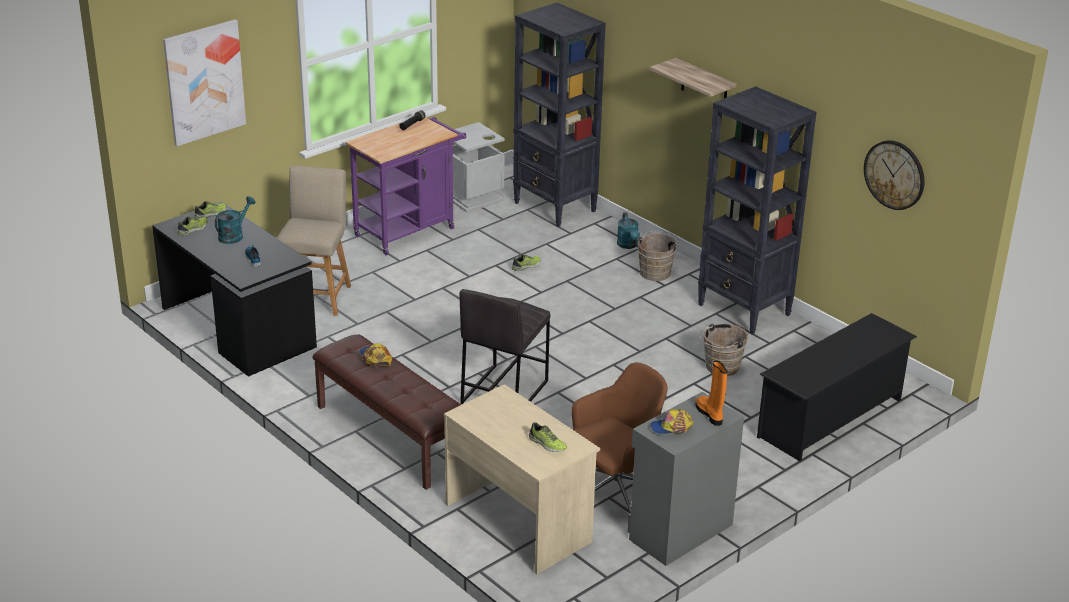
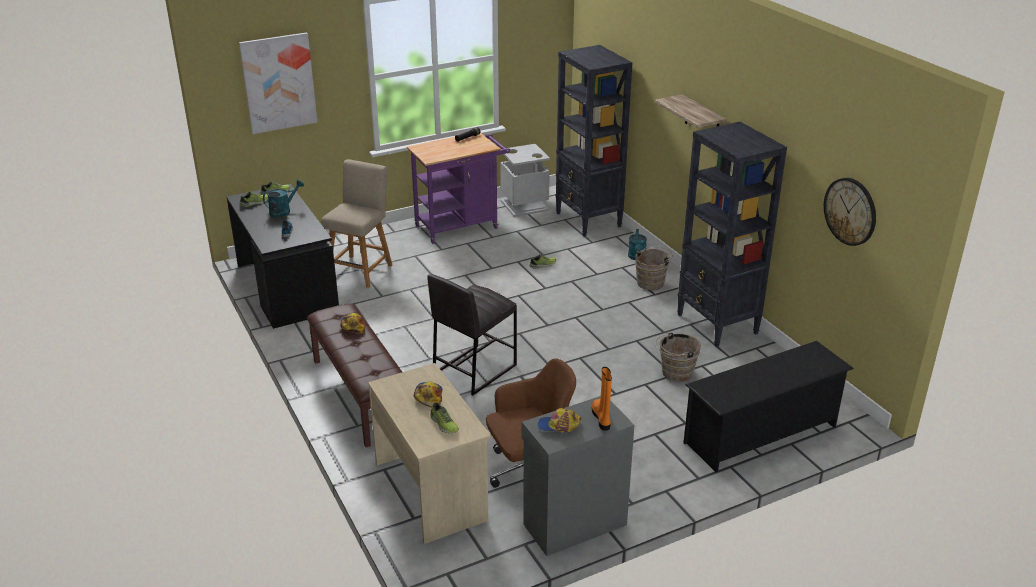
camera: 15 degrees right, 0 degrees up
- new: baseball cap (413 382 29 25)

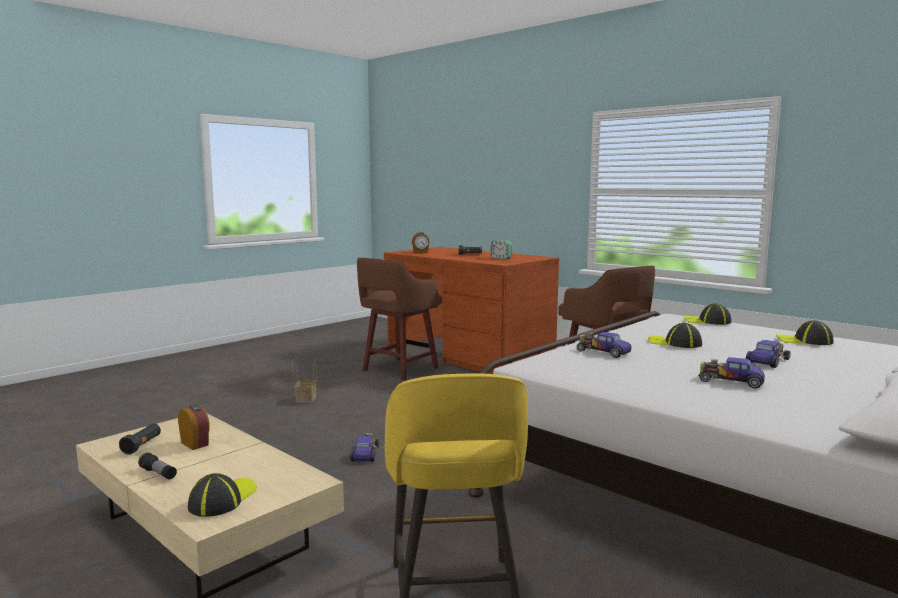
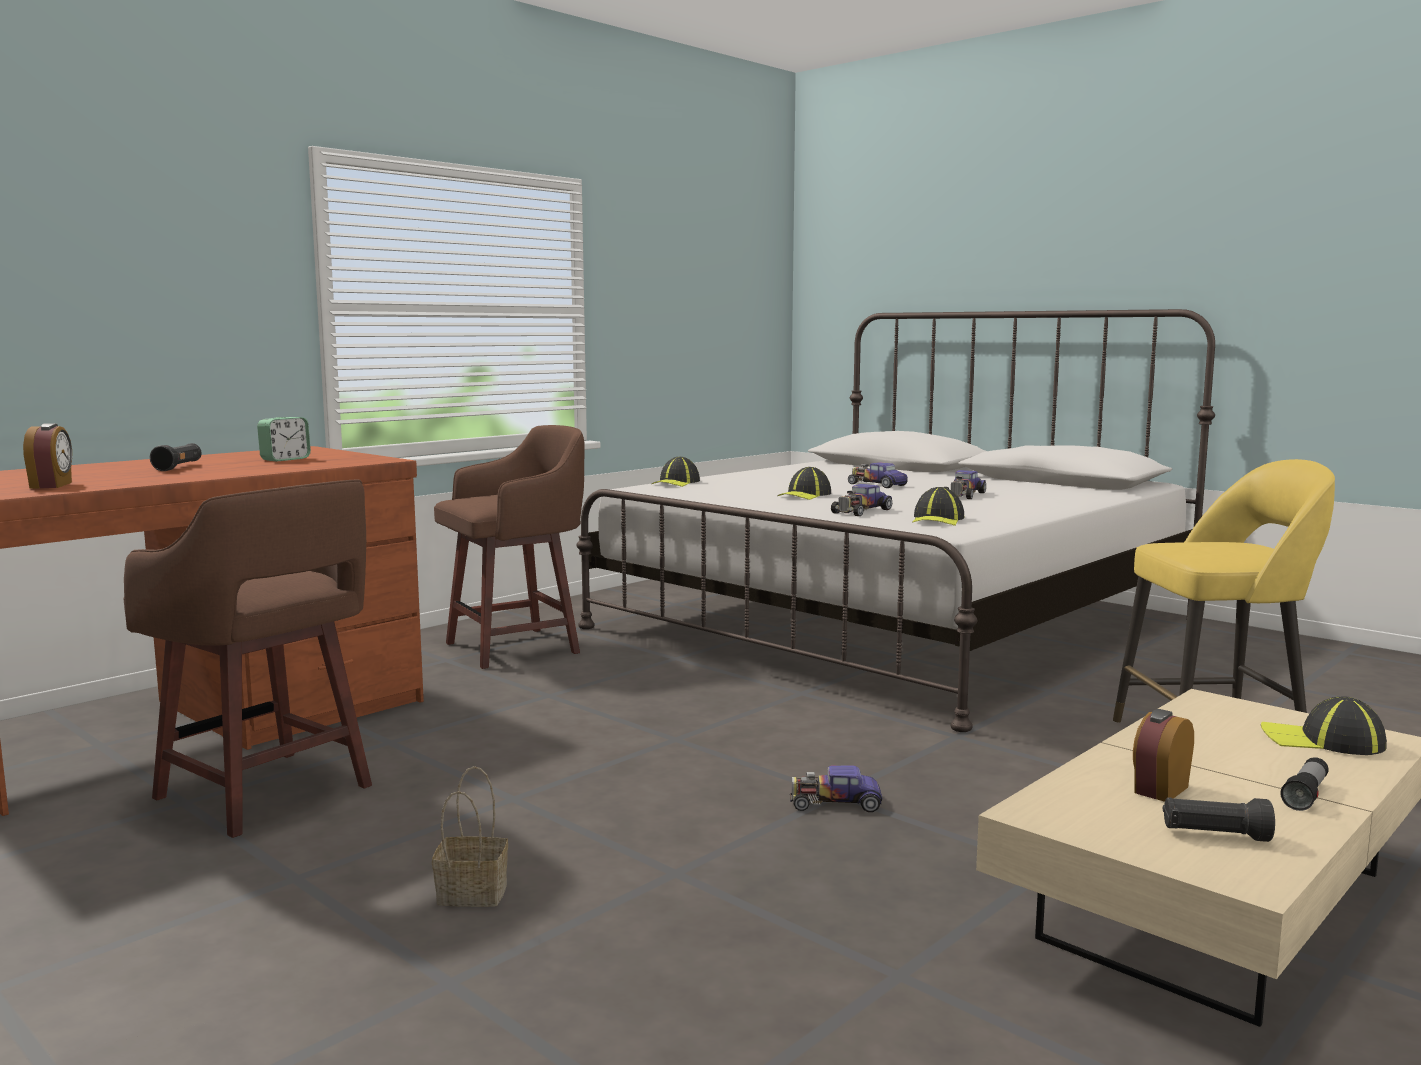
camera: 90 degrees left, 0 degrees up
- shifted: baseball cap (776 320 58 25) to (912 487 52 39)

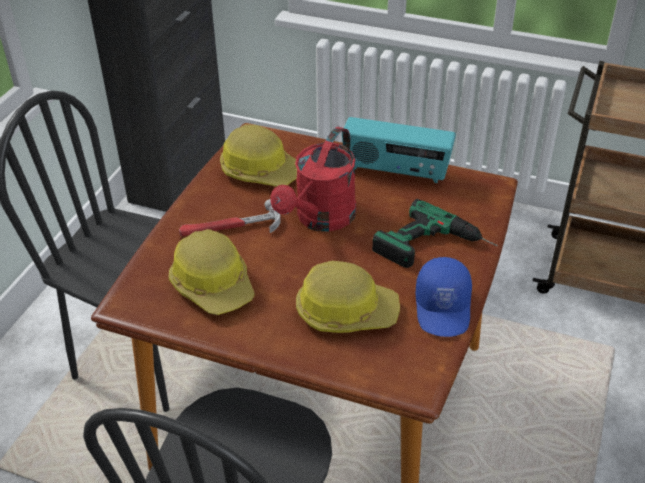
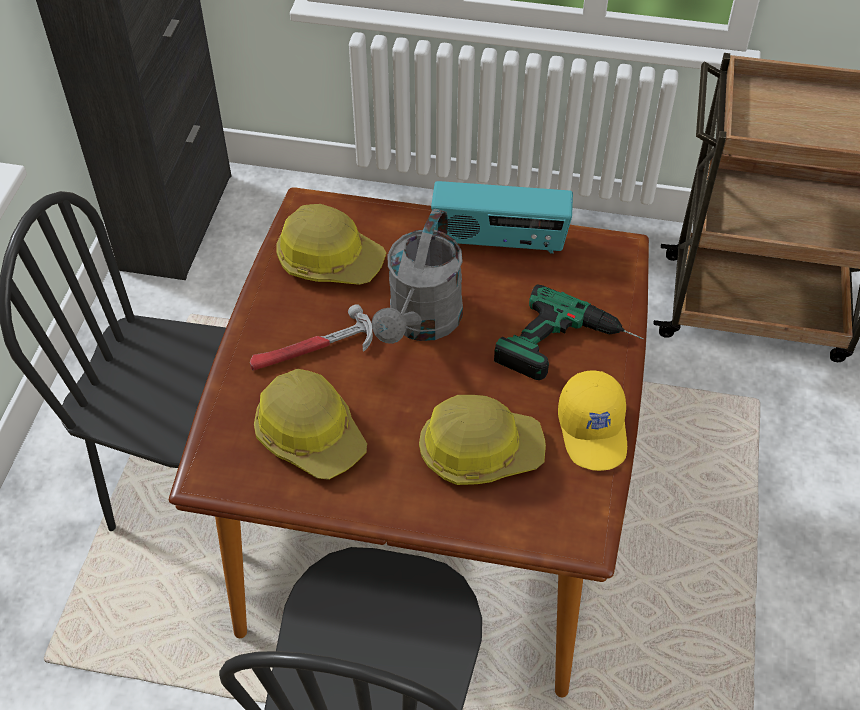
camera: 10 degrees left, 10 degrees up
- repainted: watering pot (red) (270 127 86 105) to watering pot (grey) (372 209 91 135)
- repainted: baseball cap (blue) (416 257 56 80) to baseball cap (yellowish) (558 370 69 101)

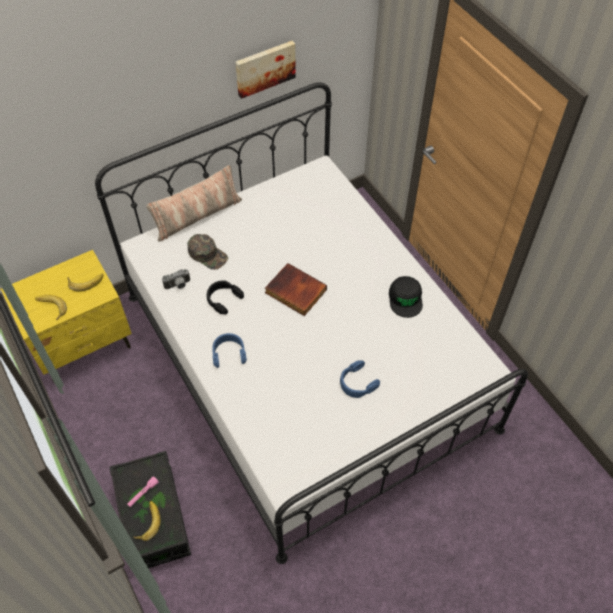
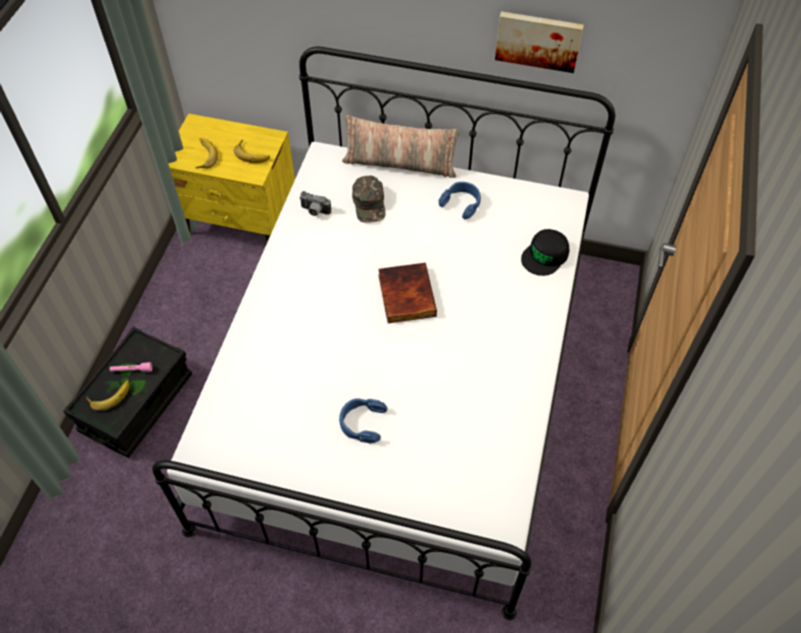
camera: 45 degrees right, 0 degrees up
- shifted: baseball cap (blackish) (389 276 34 42) to (521 229 49 47)
- gone: headphones (blackish) (207 280 37 34)
- shifted: headphones (blue) (212 333 35 35) to (438 182 43 37)

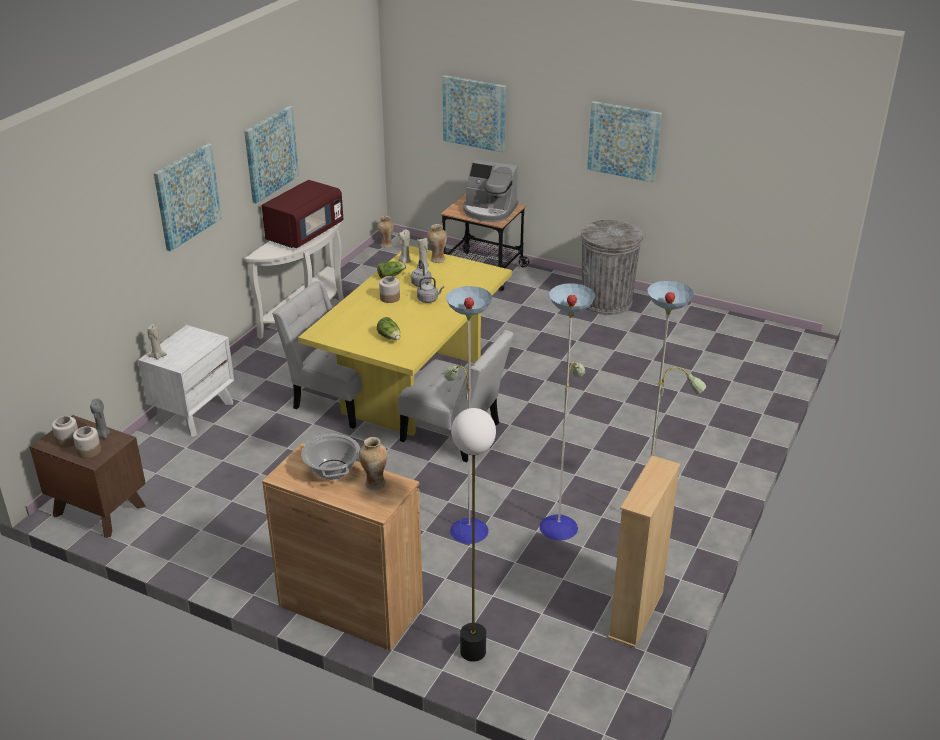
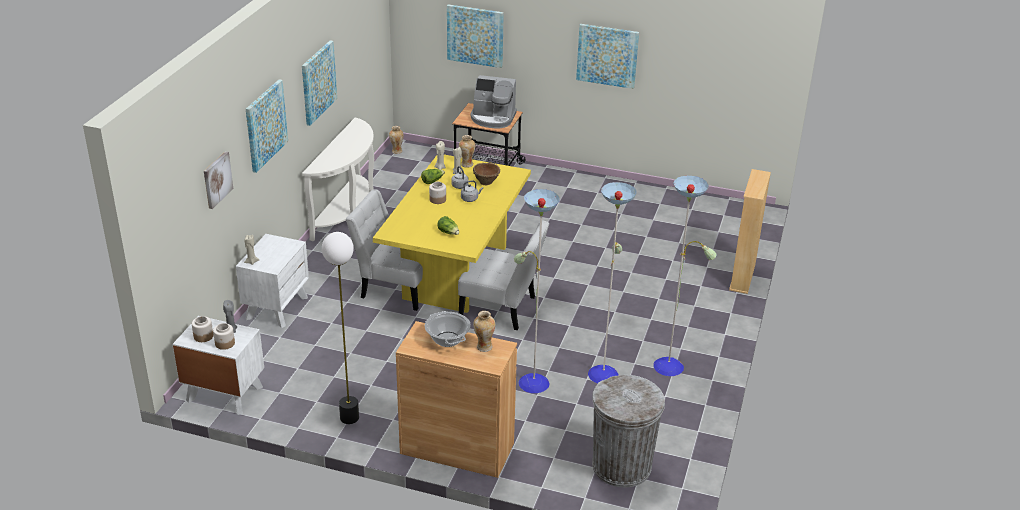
camera: 10 degrees left, 0 degrees up
- gone: microwave (red) (262 180 81 68)
- shifted: trash can (grey) (581 220 62 95) to (592 375 73 112)
- shifted: floor lamp (451 408 45 254) to (322 232 37 192)
- repainted: nightstand (brown) (30 415 116 123) to nightstand (whitish) (172 316 92 99)
- shifted: bookshelf (sand-coloured) (607 455 73 193) to (729 169 42 125)
- new: picture (204 151 29 58)
- new: serving bowl (brown) (473 162 27 23)

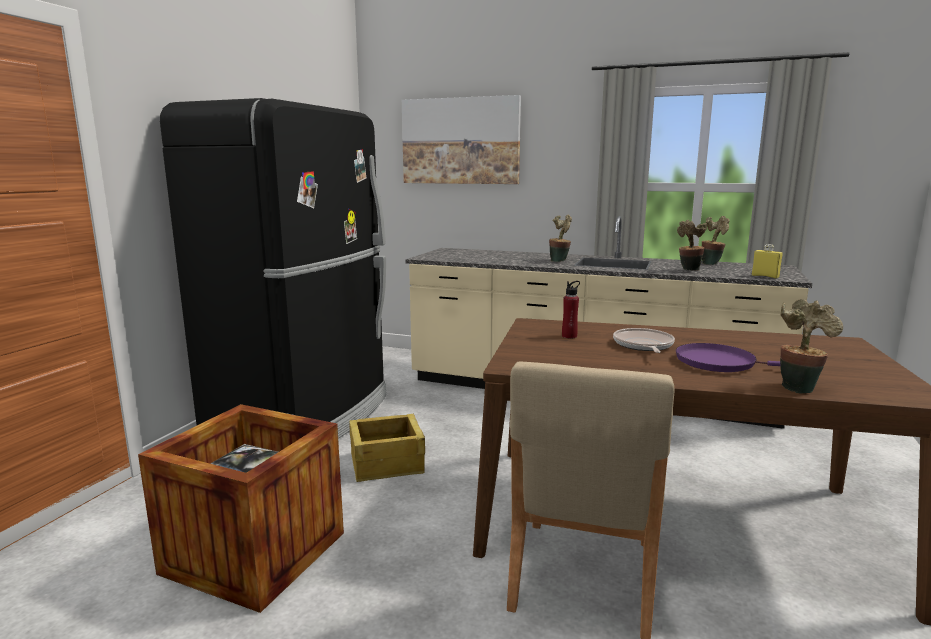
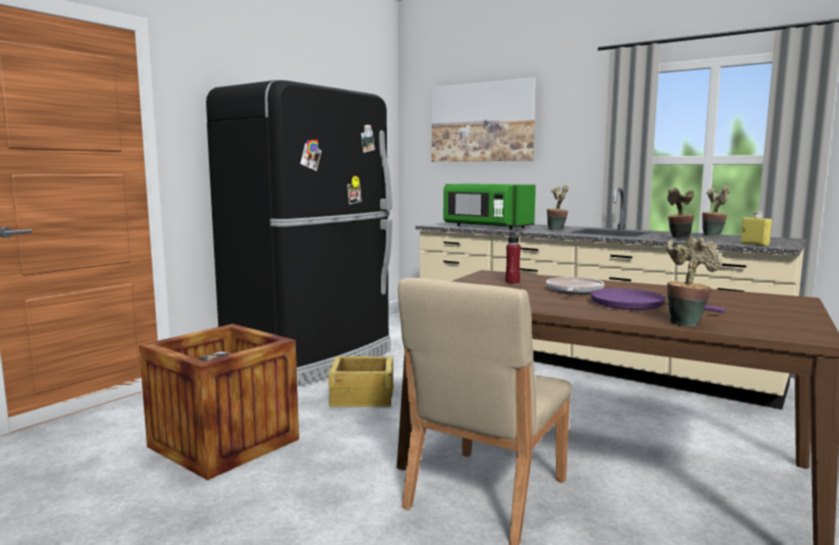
camera: 15 degrees right, 5 degrees down
- new: microwave (green) (443 184 93 46)

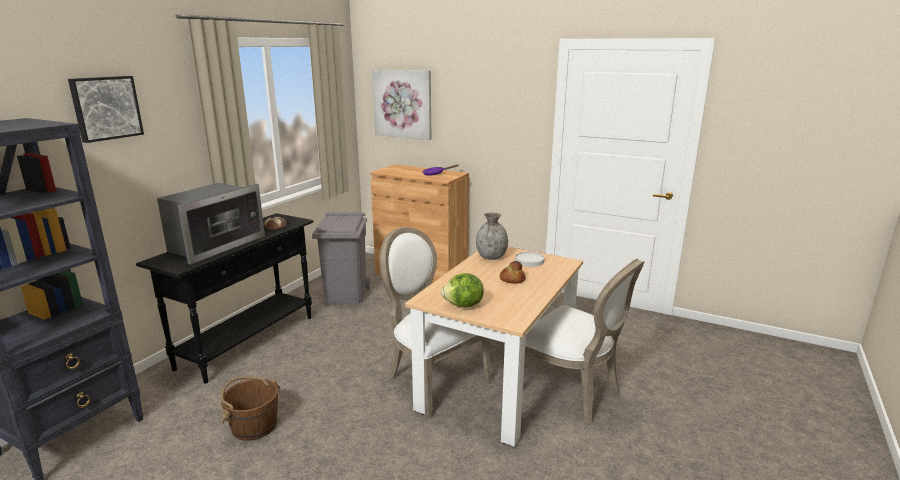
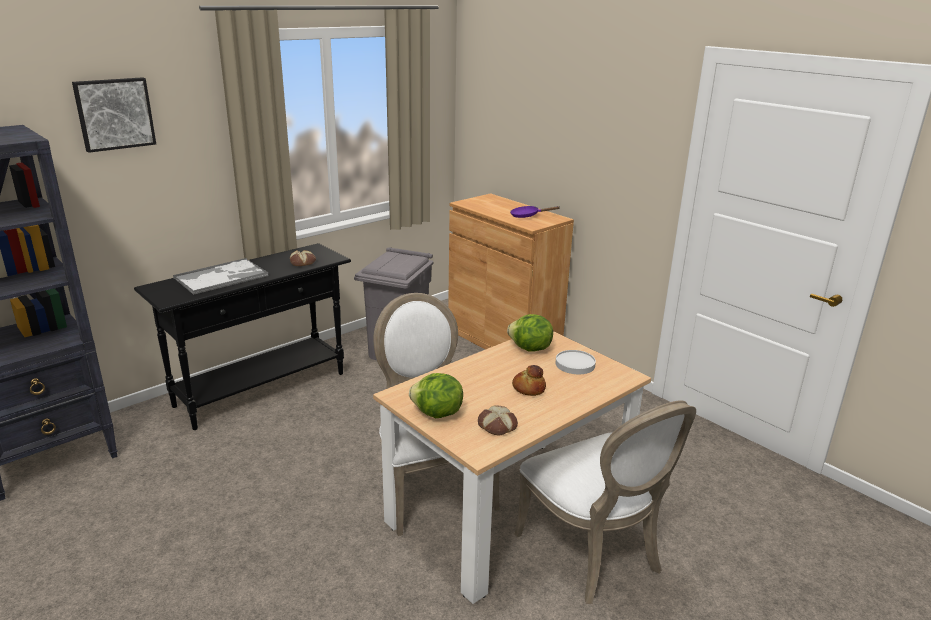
camera: 20 degrees right, 5 degrees up
- gone: picture (372 69 59 71)
- swapped: microwave (157 183 108 82) to serving tray (173 258 96 37)
- swapped: flower vase (grey) (476 212 32 48) to lettuce head (507 314 46 37)
- gone: bucket (brown) (220 376 60 65)
- new: bakery bread (478 405 40 30)

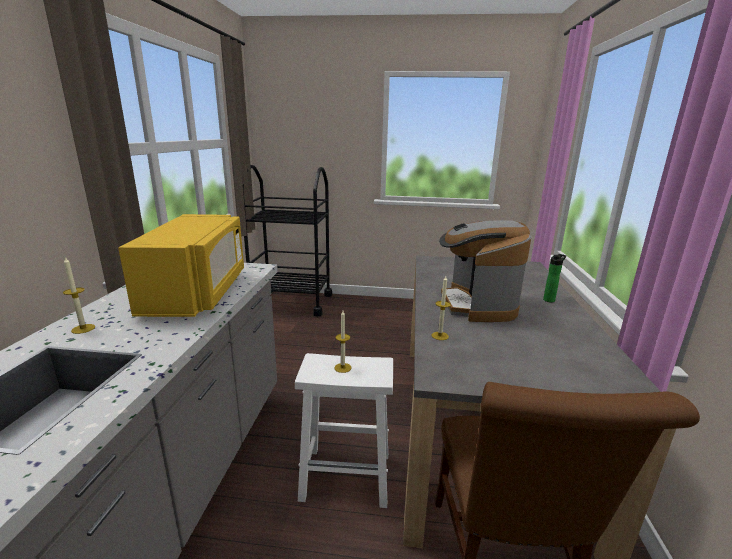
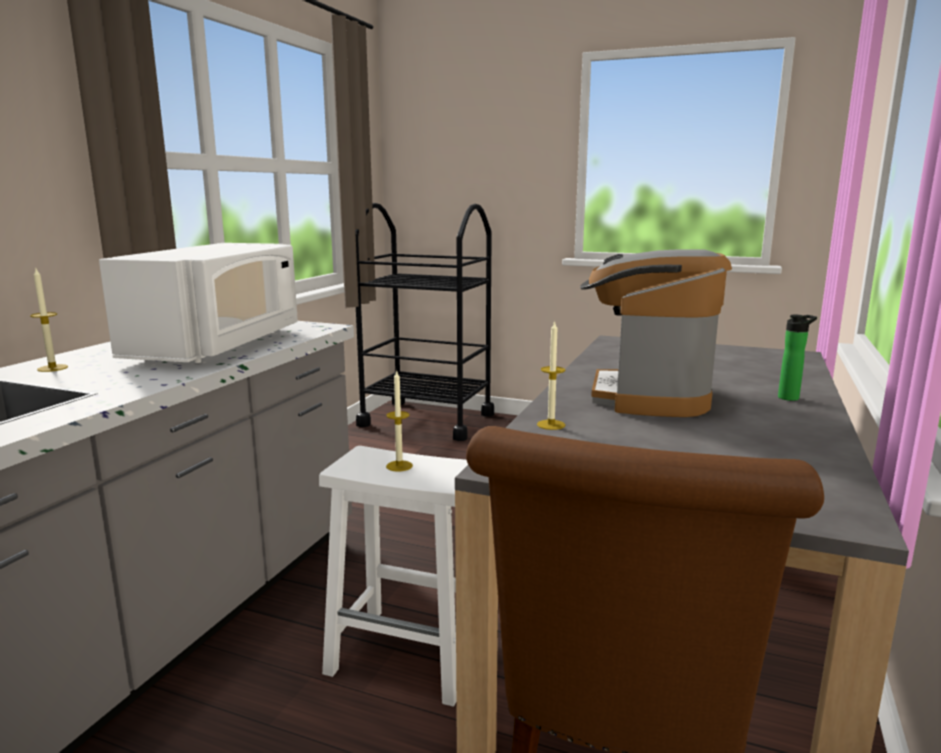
camera: 15 degrees right, 5 degrees down
- repainted: microwave (yellowish) (118 214 126 103) to microwave (whitish) (99 243 199 120)

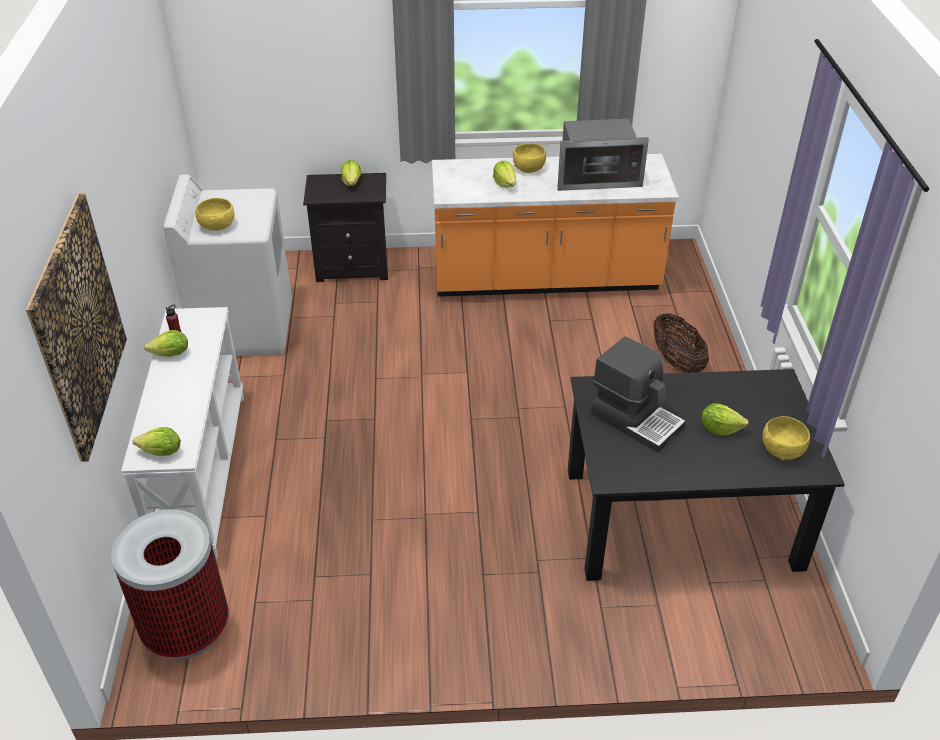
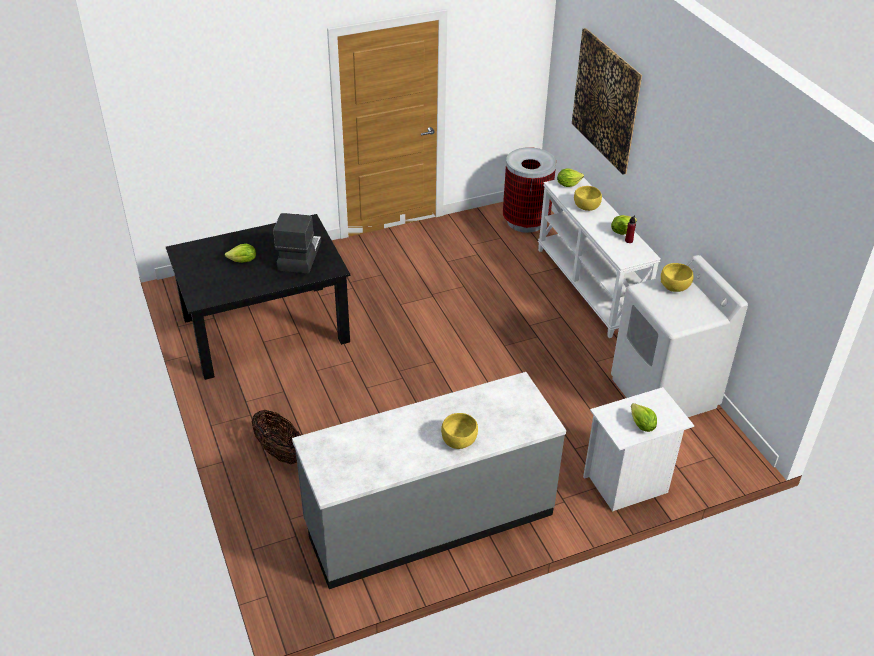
camera: 160 degrees right, 0 degrees up
- gone: microwave (557 119 92 72)
- repainted: kitchen counter (orangey) (432 154 247 143) to kitchen counter (grey) (292 372 274 217)
- gone: lettuce head (493 161 23 27)
- repainted: nightstand (blackish) (303 173 85 109) to nightstand (whitish) (583 387 111 125)
- rotated: coffee maker (591 336 95 116) = (273 213 48 61) 75 degrees clockwise
- shifted: serving bowl (yellowish) (763 416 47 44) to (574 186 28 25)

